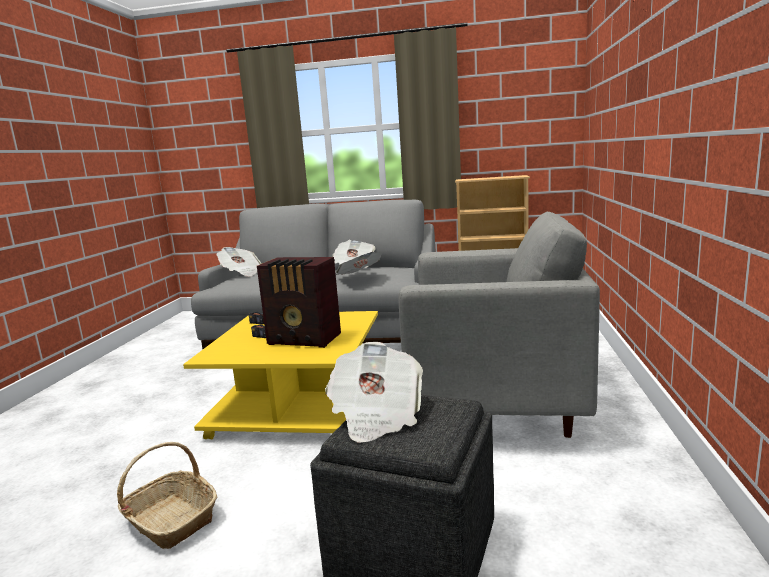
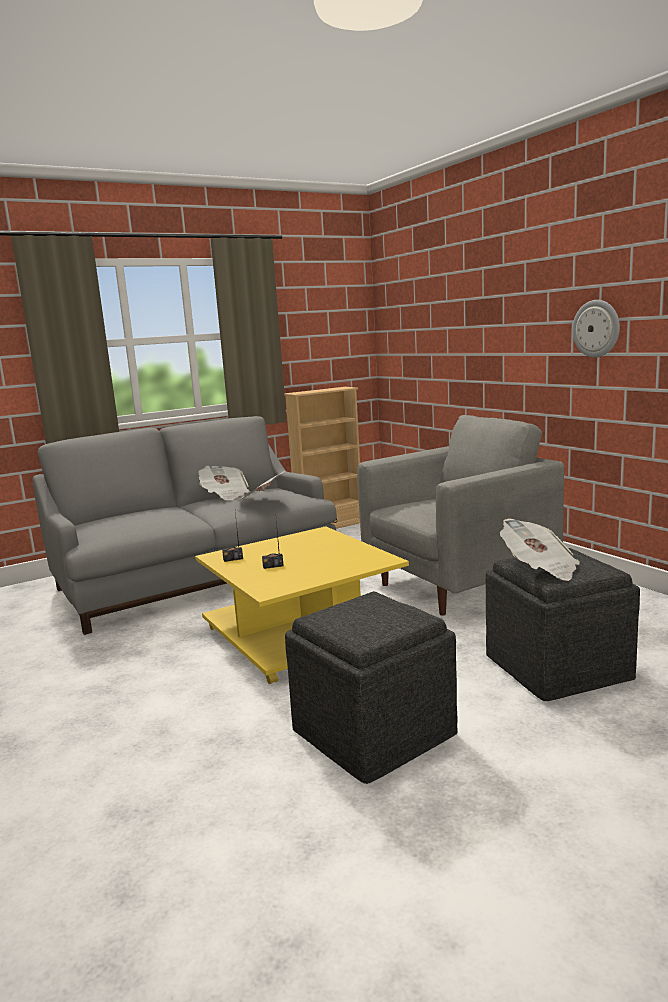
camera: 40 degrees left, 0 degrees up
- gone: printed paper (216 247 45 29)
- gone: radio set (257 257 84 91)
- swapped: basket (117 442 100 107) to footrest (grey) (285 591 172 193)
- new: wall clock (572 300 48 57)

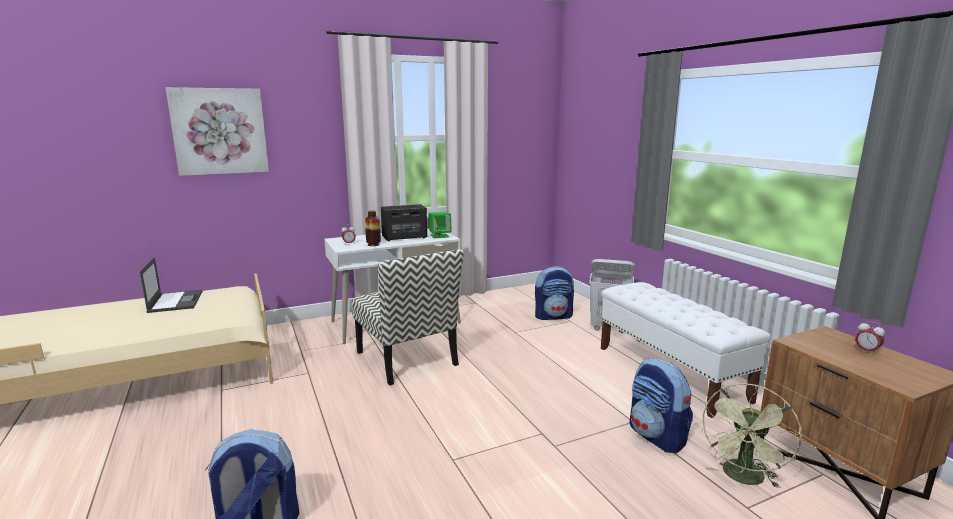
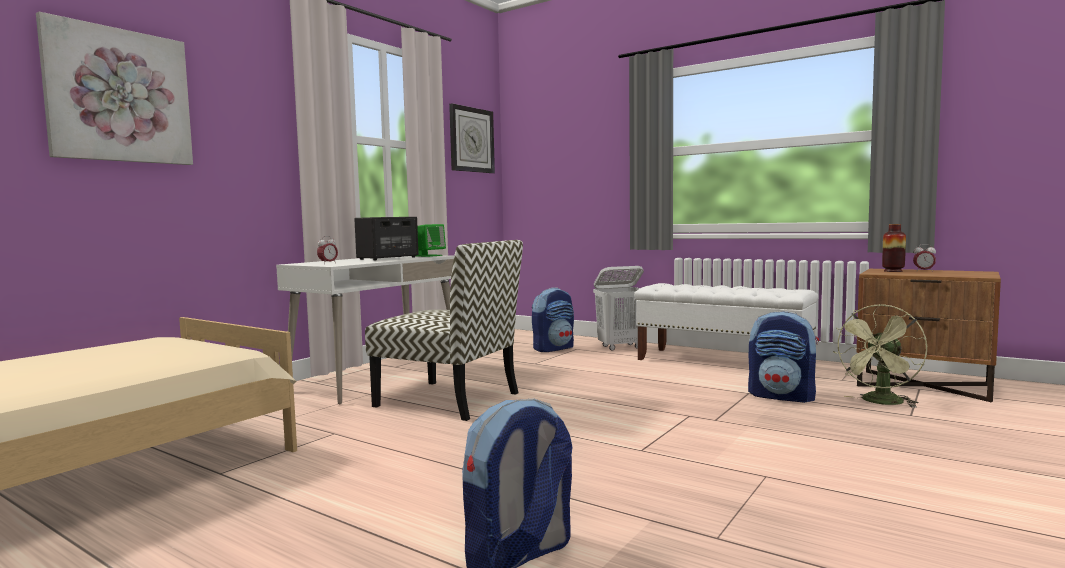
camera: 30 degrees left, 10 degrees down
- shifted: flower vase (365 210 16 36) to (882 224 24 48)
- gone: portable computer (140 257 62 56)
- rotated: electric fan (green) (701 383 101 105) = (833 304 94 104) 45 degrees clockwise
- new: wall clock (449 103 46 70)

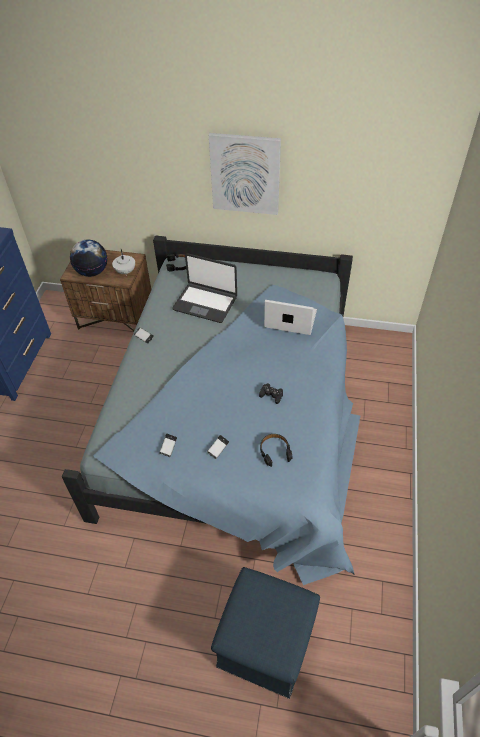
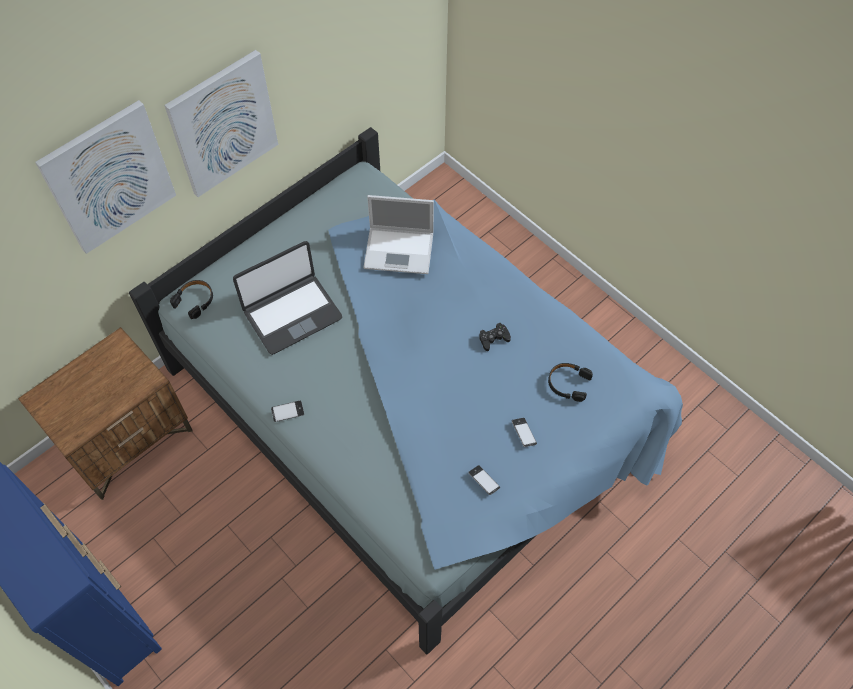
camera: 55 degrees left, 10 degrees up
- gone: world globe (70 240 37 37)
- gone: tea pot (whitish) (112 249 23 27)
- rotated: portable computer (264 300 53 35) = (363 195 71 79) 135 degrees counterclockwise
- gone: footrest (blue) (211 567 109 132)
- new: picture (35 100 141 154)

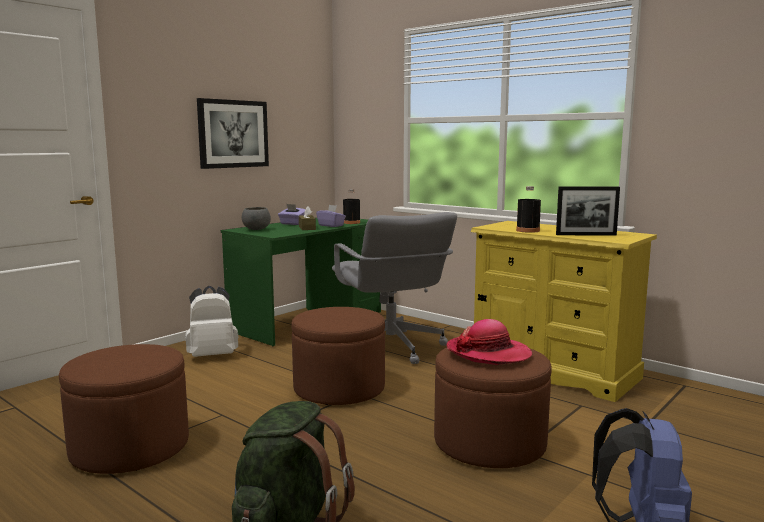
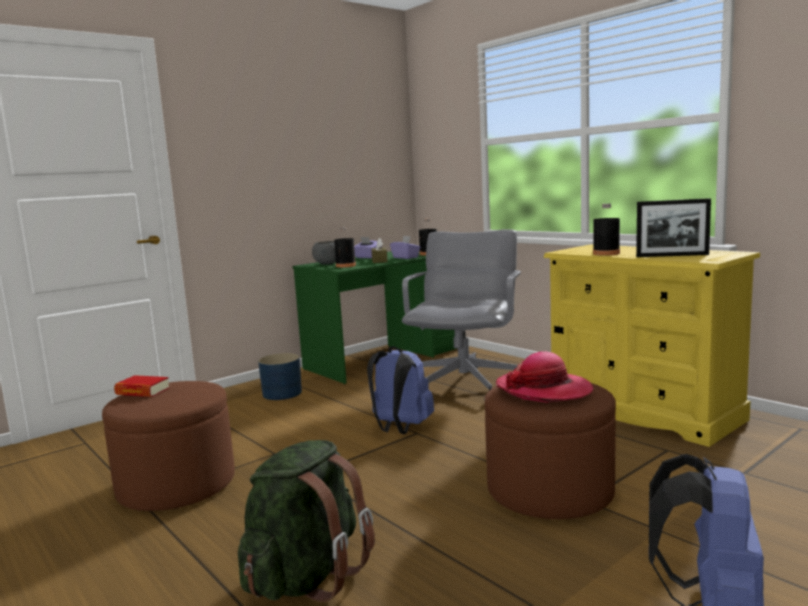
camera: 10 degrees right, 0 degrees up
- gone: picture (197 98 72 71)
- rotated: computer chair (grey) (332 212 125 152) = (402 229 119 172) 150 degrees counterclockwise
- swapped: backpack (whitish) (185 286 54 71) to planter (blue) (258 353 44 47)
- swapped: footrest (brown) (291 307 94 98) to backpack (blue) (367 346 67 88)
- new: beverage bottle (blackish) (334 227 22 41)
- new: book (114 375 56 22)

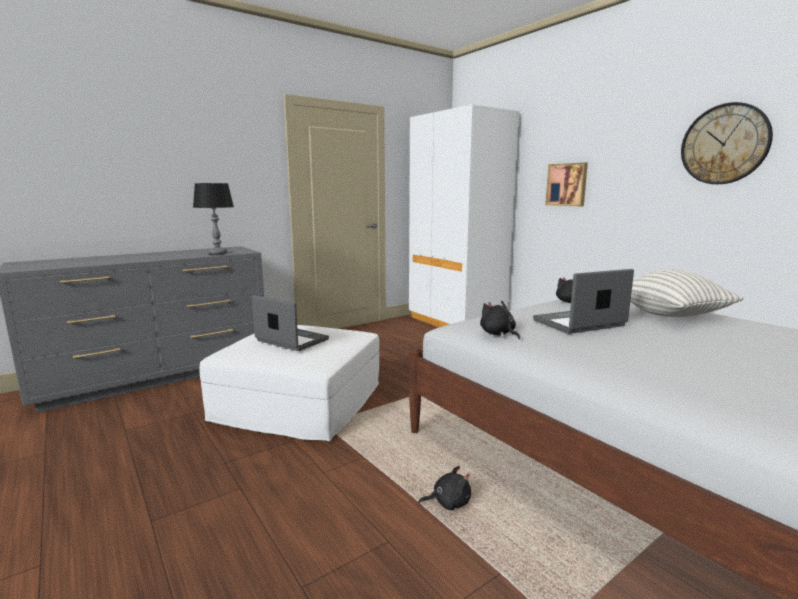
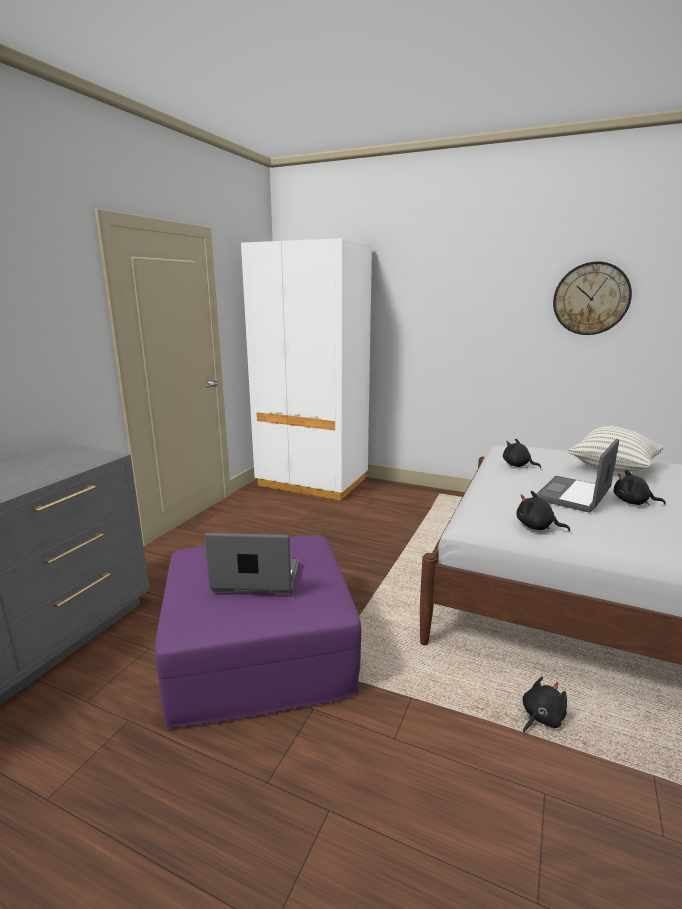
camera: 30 degrees left, 5 degrees up
- gone: picture (545 162 43 44)
- gone: table lamp (193 183 41 72)
- repainted: footrest (whitish) (199 325 180 117) to footrest (purple) (155 535 206 193)
- new: cuddly toy (blackish) (613 470 53 36)

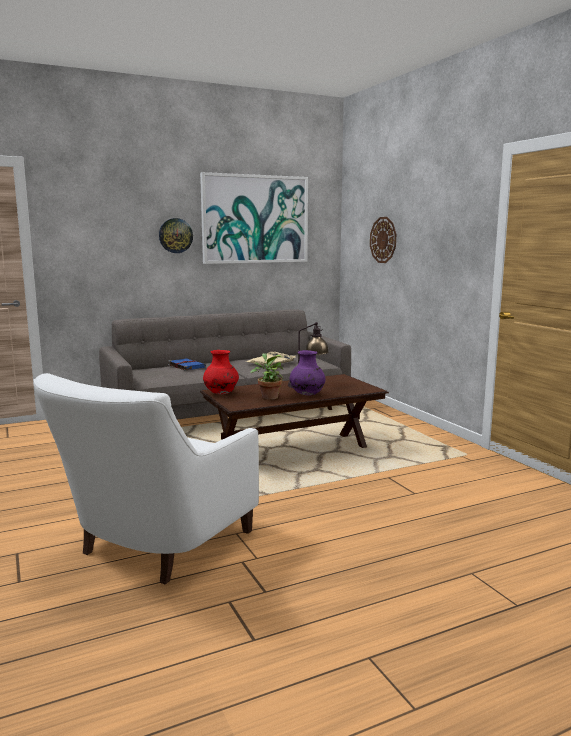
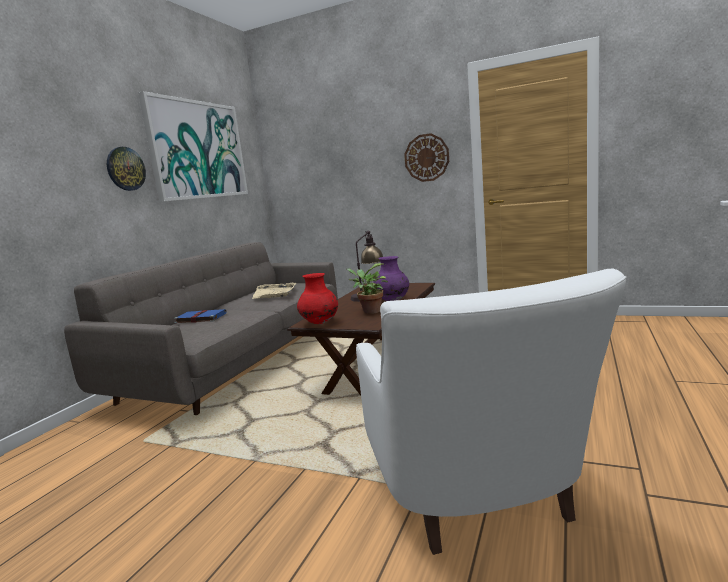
camera: 40 degrees left, 0 degrees up
- shifted: wall clock (370 217 26 46) to (404 133 45 49)

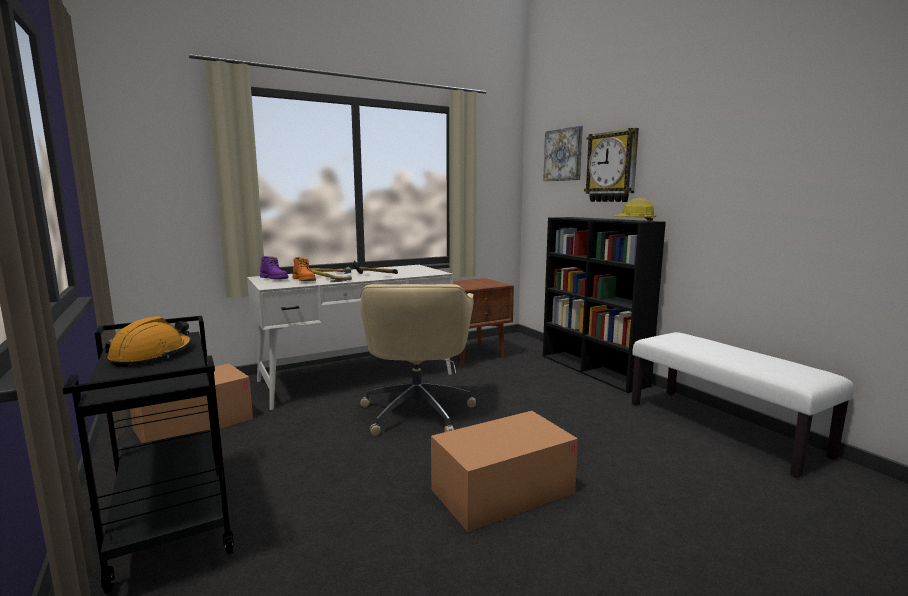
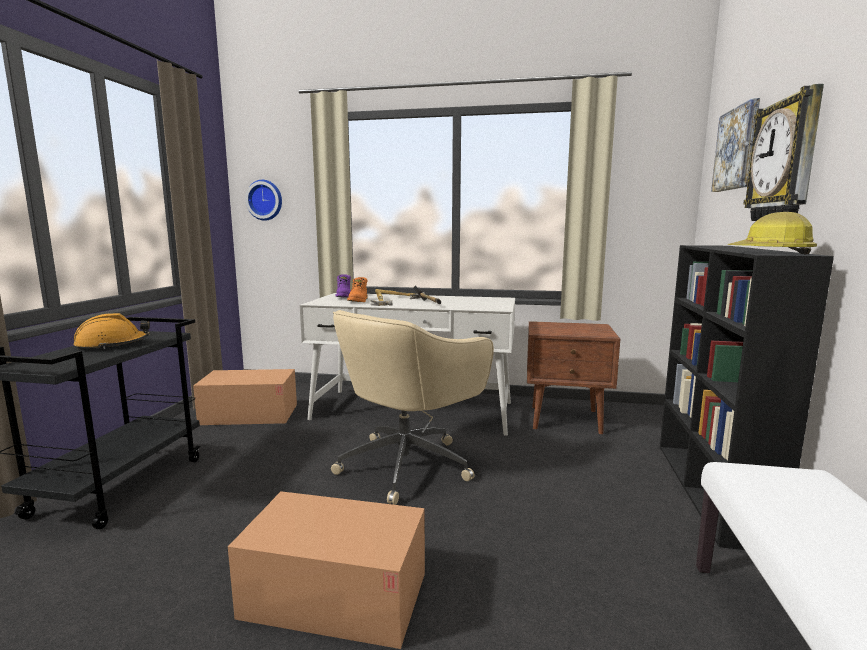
camera: 40 degrees right, 0 degrees up
- new: wall clock (245 180 37 41)

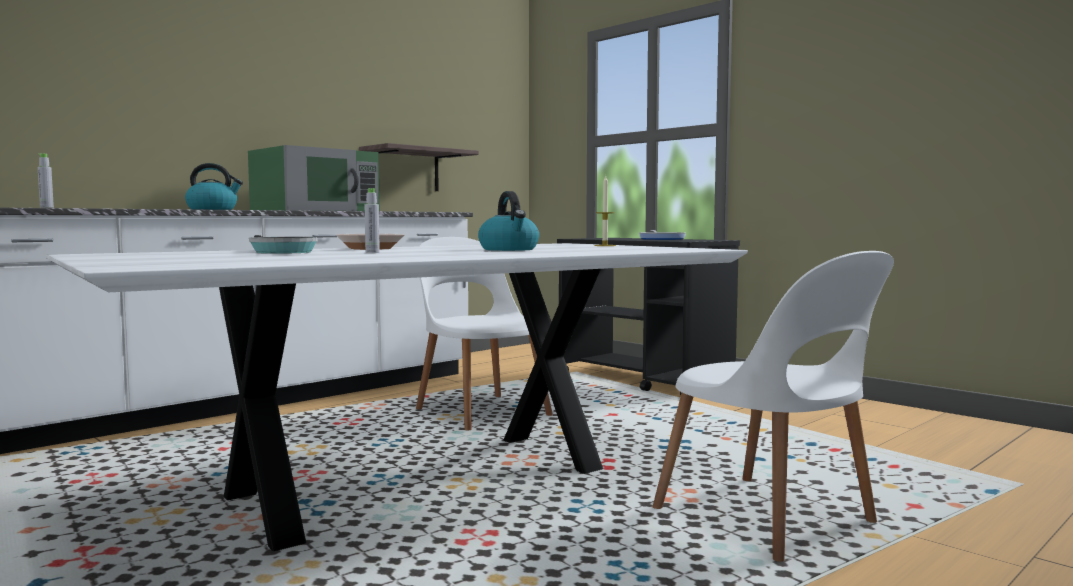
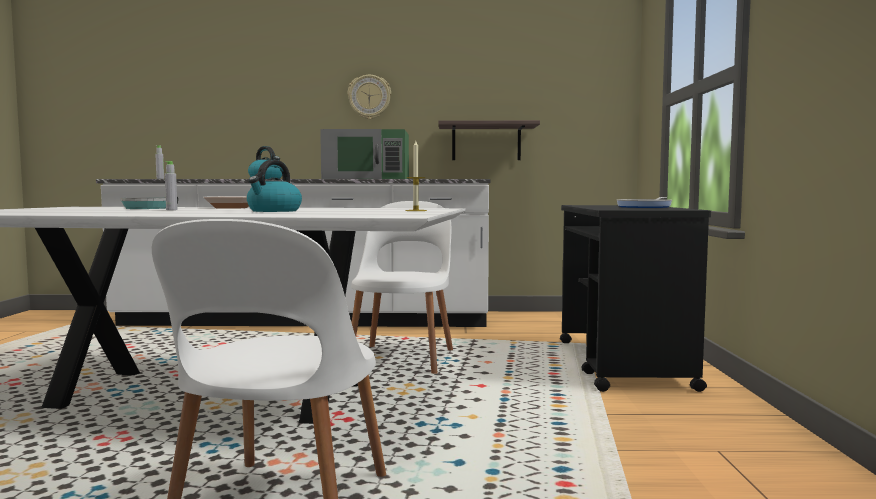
camera: 45 degrees right, 0 degrees up
- new: wall clock (348 75 43 44)

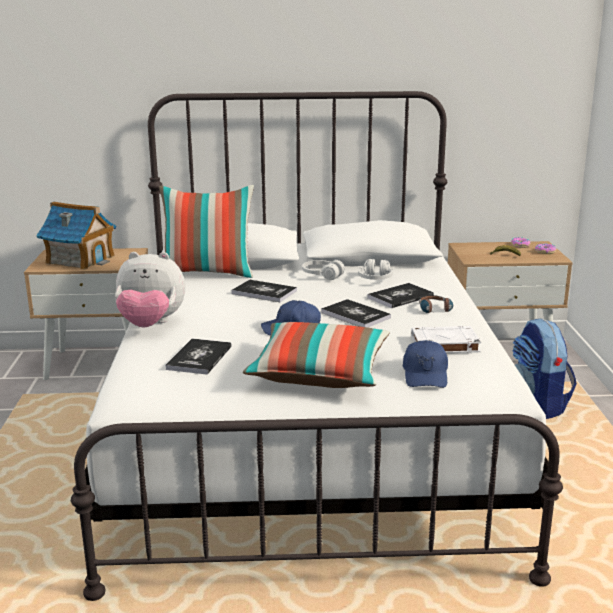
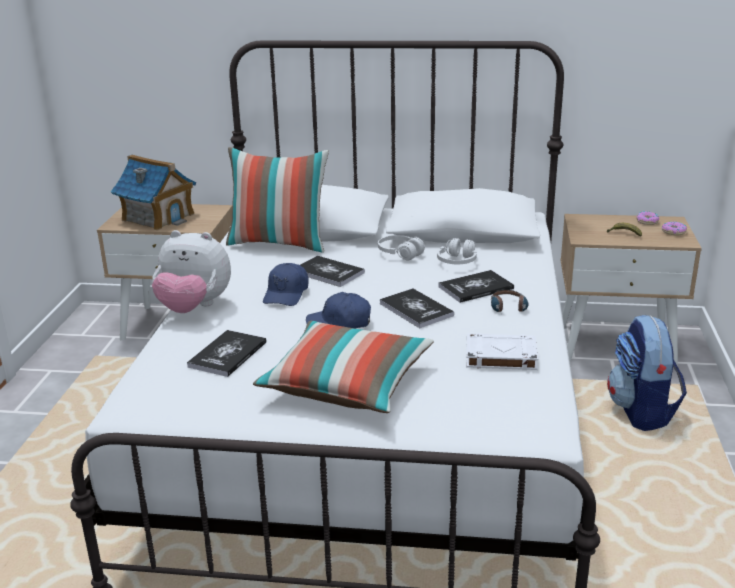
camera: 10 degrees right, 5 degrees up
- shifted: baseball cap (blue) (402 340 46 48) to (263 263 46 43)

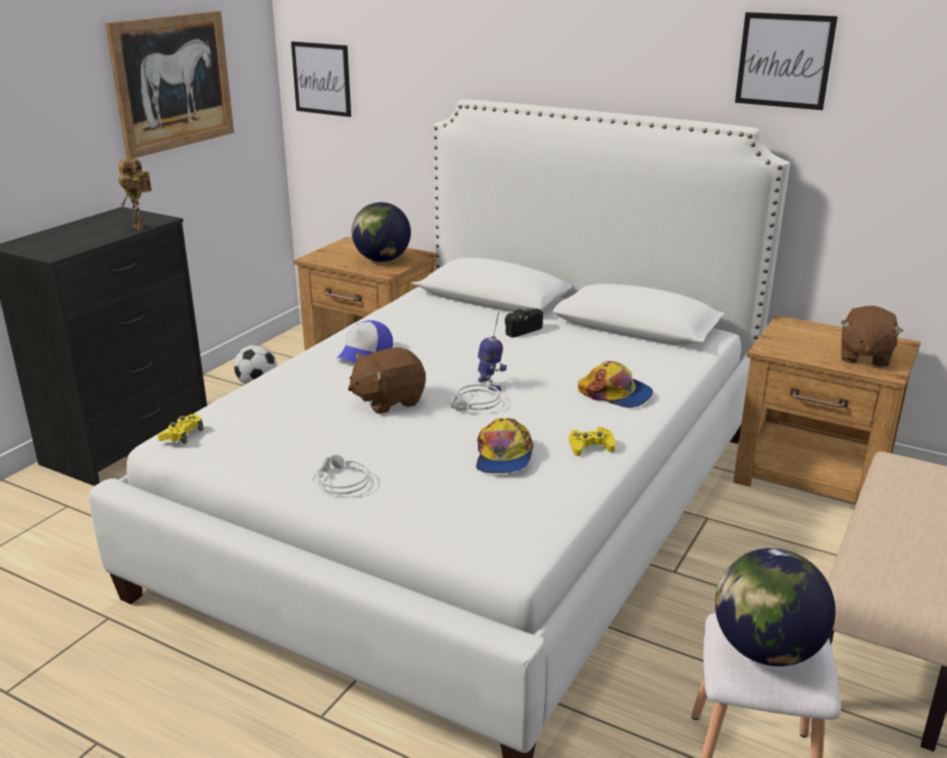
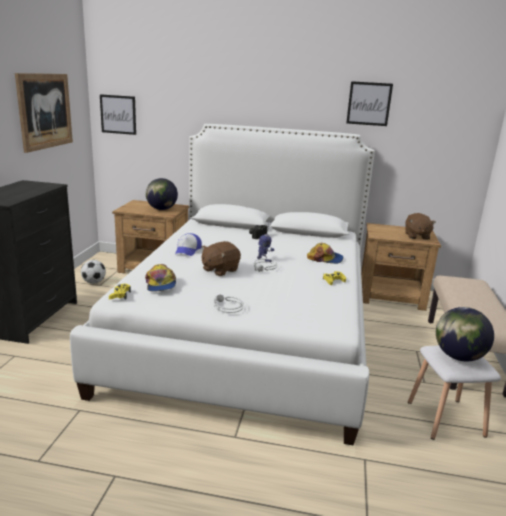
camera: 20 degrees left, 5 degrees down
- gone: robot figure (119 158 33 73)
- shifted: baseball cap (476 418 58 55) to (145 264 31 28)

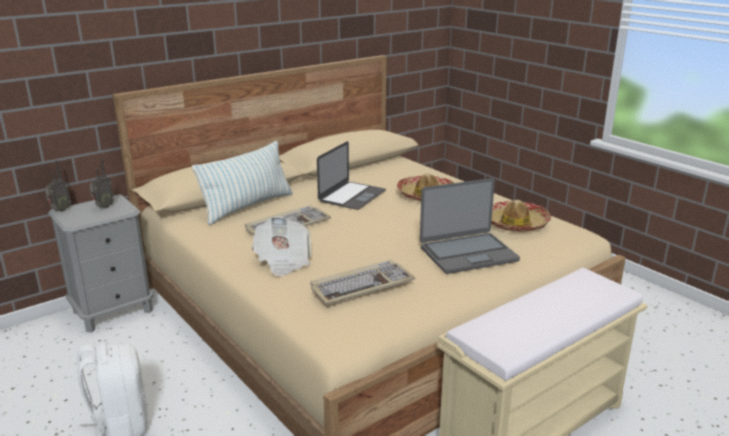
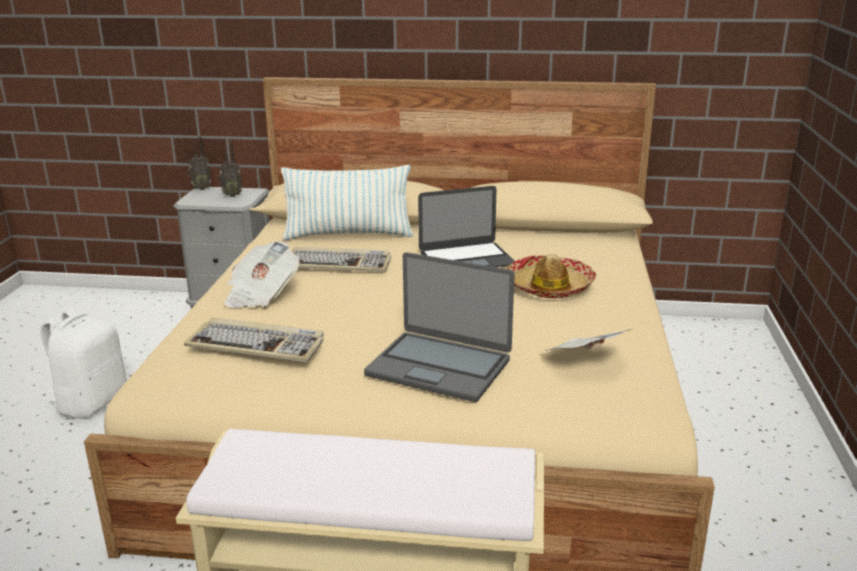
camera: 45 degrees right, 0 degrees up
- swapped: wearable hat (491 200 60 32) to printed paper (544 329 88 22)

